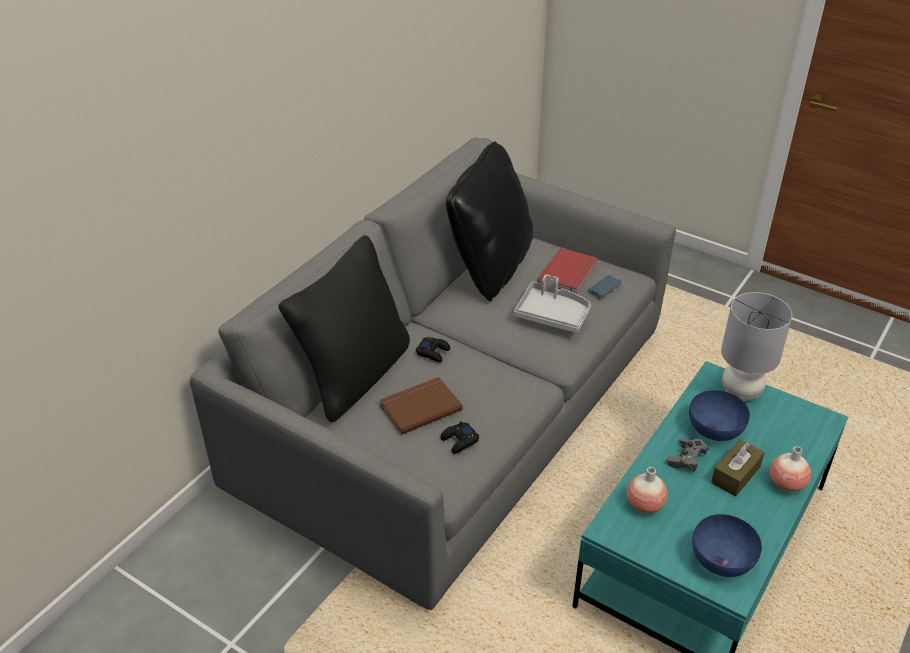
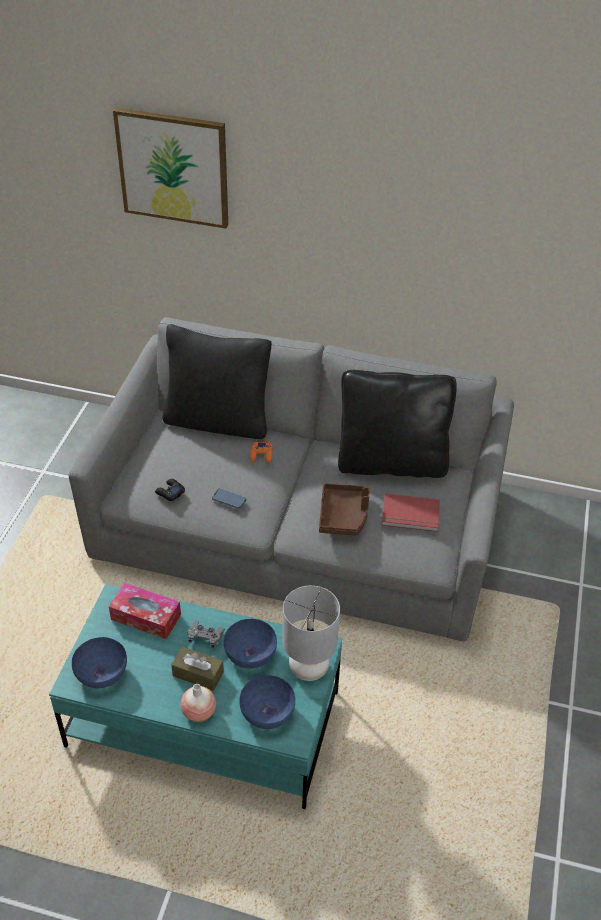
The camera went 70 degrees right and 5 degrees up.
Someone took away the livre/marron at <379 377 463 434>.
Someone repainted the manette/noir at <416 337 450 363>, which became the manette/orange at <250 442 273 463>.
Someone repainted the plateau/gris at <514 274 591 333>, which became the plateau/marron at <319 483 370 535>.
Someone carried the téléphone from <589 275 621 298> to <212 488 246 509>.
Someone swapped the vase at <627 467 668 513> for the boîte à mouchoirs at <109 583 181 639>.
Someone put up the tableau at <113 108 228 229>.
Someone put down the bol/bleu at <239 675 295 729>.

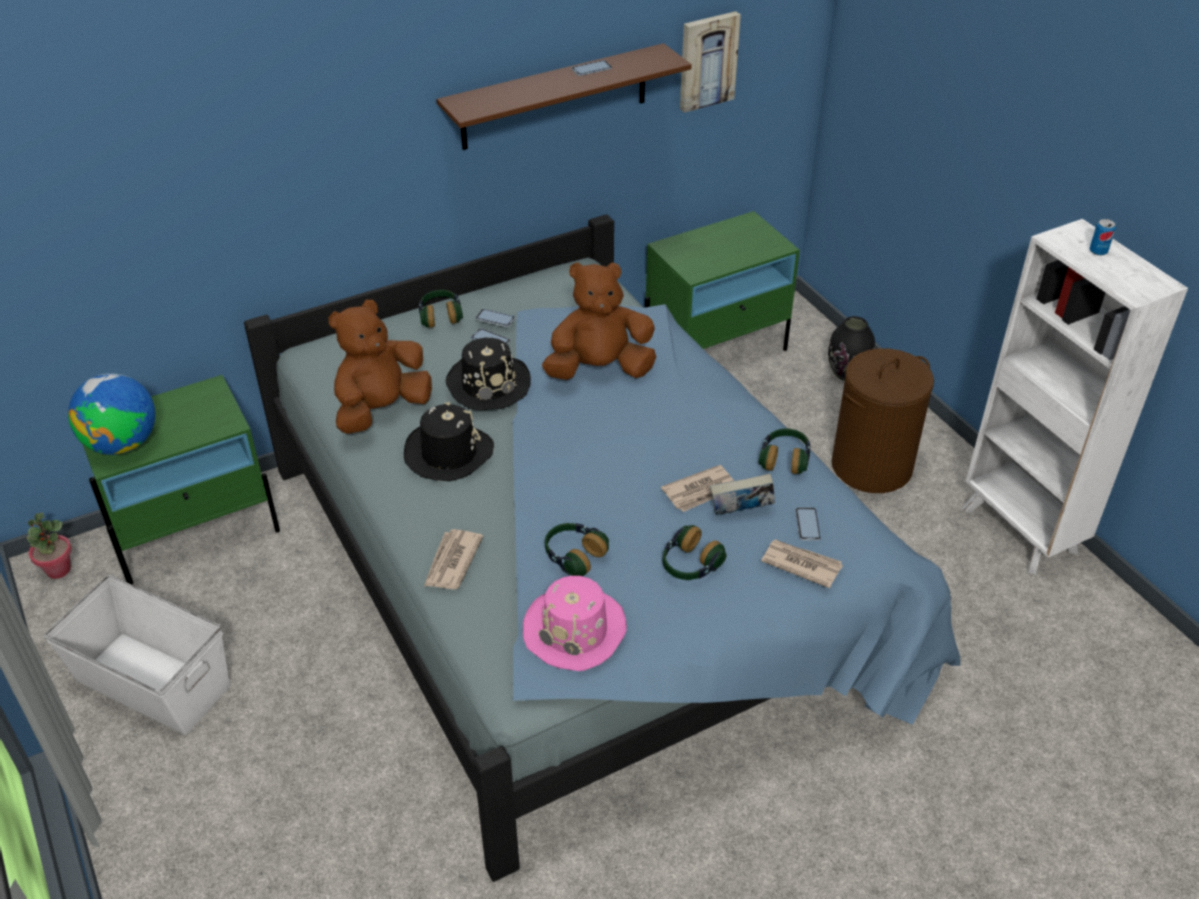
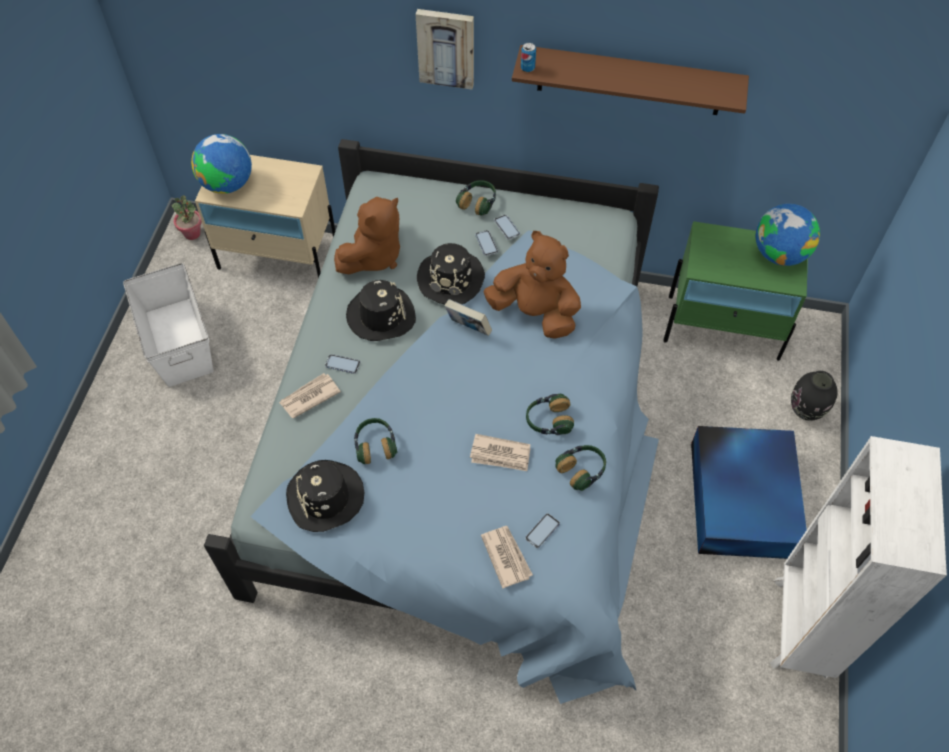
The camera went 40 degrees right and 15 degrees up.
Someone repainted the table de chevet/vert at <83 375 280 585>, which became the table de chevet/beige at <195 155 335 278>.
Someone rotated the peluche/marron at <329 300 432 434> by 135 degrees clockwise.
Someone repainted the chapeau/rose at <523 576 627 671>, which became the chapeau/noir at <286 460 365 532>.
Someone carried the téléphone from <572 60 612 76> to <325 354 360 374>.
Someone carried the casque audio from <662 525 727 580> to <526 394 574 435>.
Someone carried the tableau from <680 11 741 113> to <416 9 474 89>.
Someone carried the livre from <710 473 775 515> to <445 299 492 336>.
Someone swapped the panier à linge/marron at <831 348 934 493> for the boîte de rangement/bleu at <691 426 807 559>.
Someone carried the boîte métallique from <1090 219 1116 256> to <521 43 536 72>.
Someone put down the globe at <756 204 820 266>.

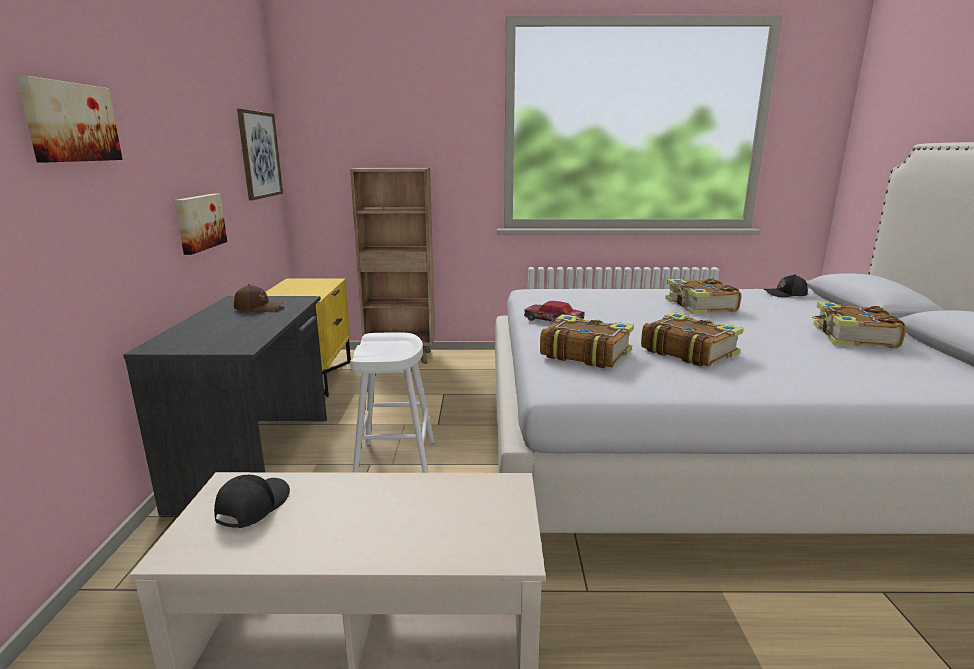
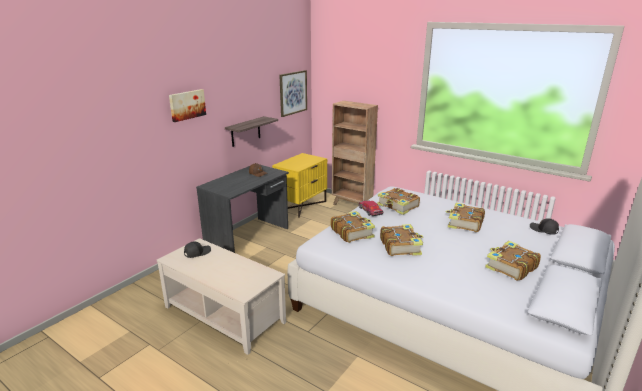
The camera went 35 degrees right and 5 degrees up.
Someone swapped the tableau at <175 194 227 255> for the étagère at <225 116 278 147>.
Someone took away the tabouret/blanc at <350 332 435 473>.
Someone put down the livre at <377 188 420 215>.

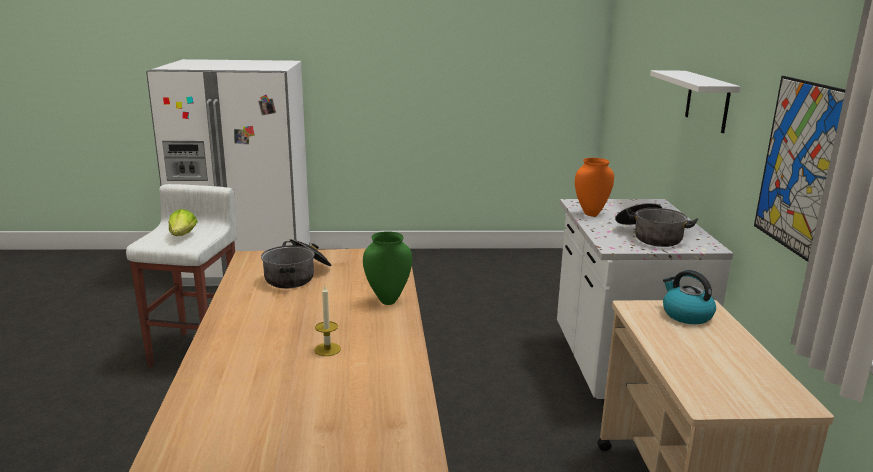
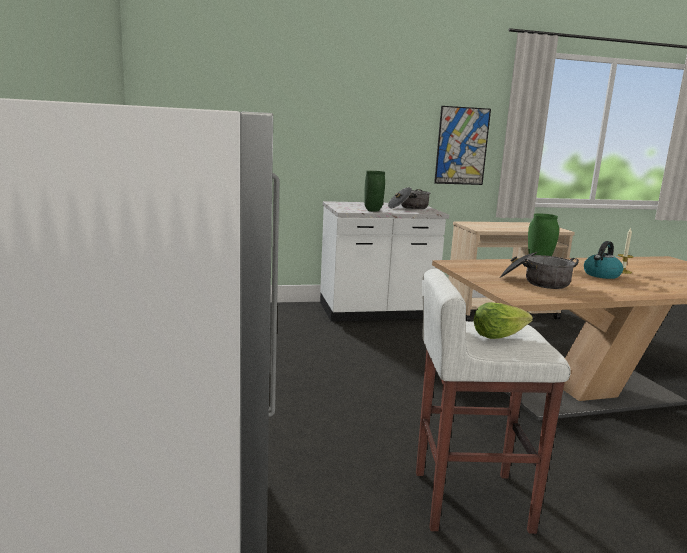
The camera went 100 degrees left and 5 degrees down.
Someone repainted the vase/orange at <575 158 614 216>, which became the vase/vert at <364 171 385 212>.
Someone took away the étagère/blanc at <650 70 741 133>.
Someone carried the bouilloire from <663 270 716 324> to <584 241 623 279>.

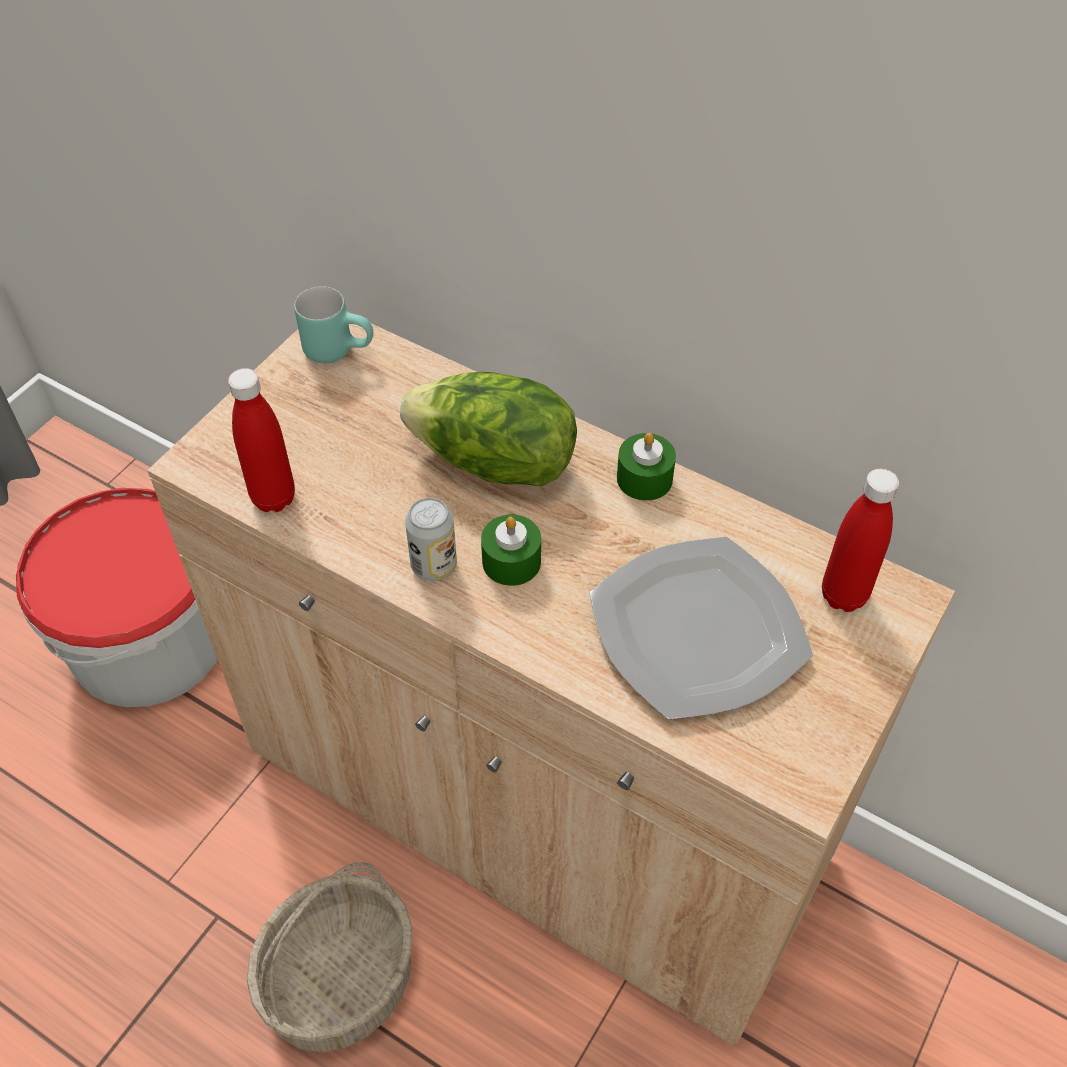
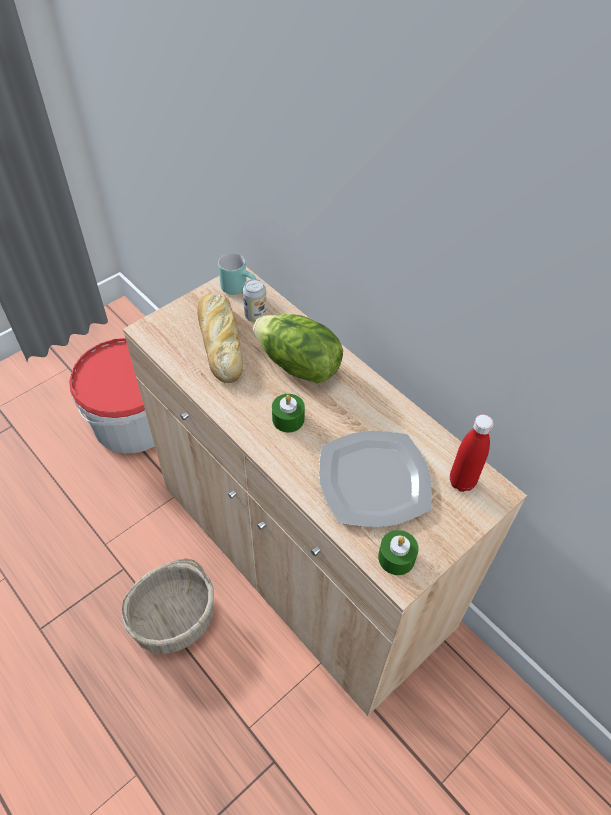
The camera went 15 degrees right and 0 degrees up.
Someone took away the bouteille/rouge at <228 368 295 512>.
Someone carried the boîte métallique from <405 497 457 581> to <243 279 267 322>.
Someone carried the bougie/vert from <617 433 676 501> to <378 530 419 575>.
Someone put down the pain at <198 293 243 383>.

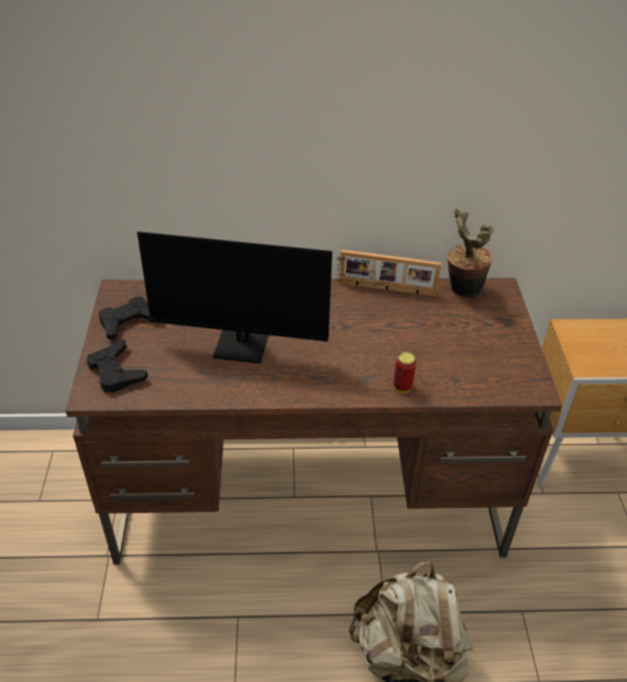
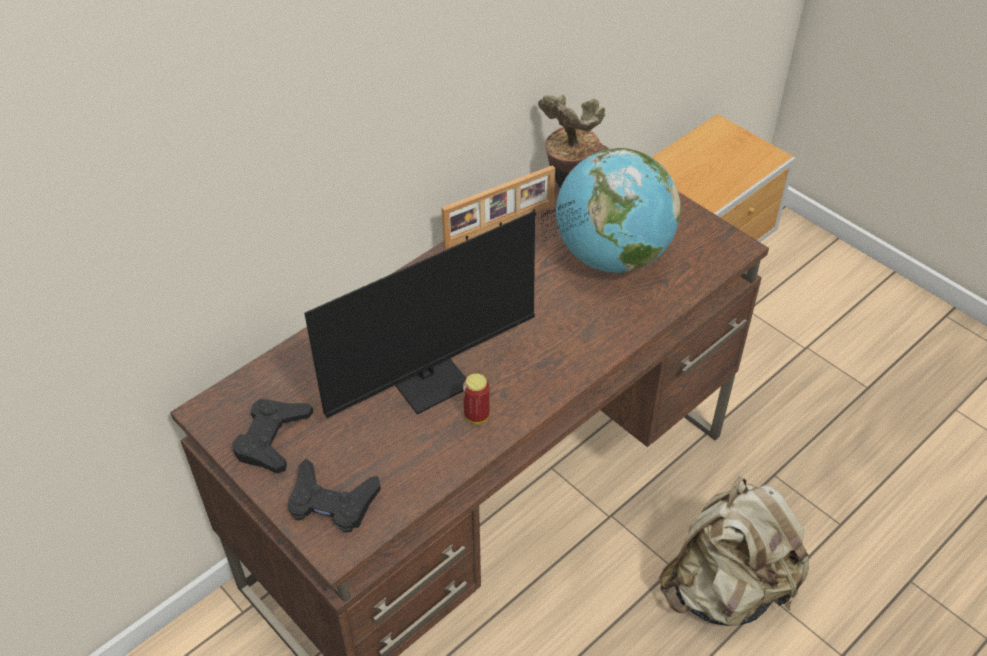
The camera went 40 degrees left and 5 degrees up.
Someone carried the boîte métallique from <394 352 416 393> to <463 373 490 424>.
Someone put down the globe at <556 148 681 273>.

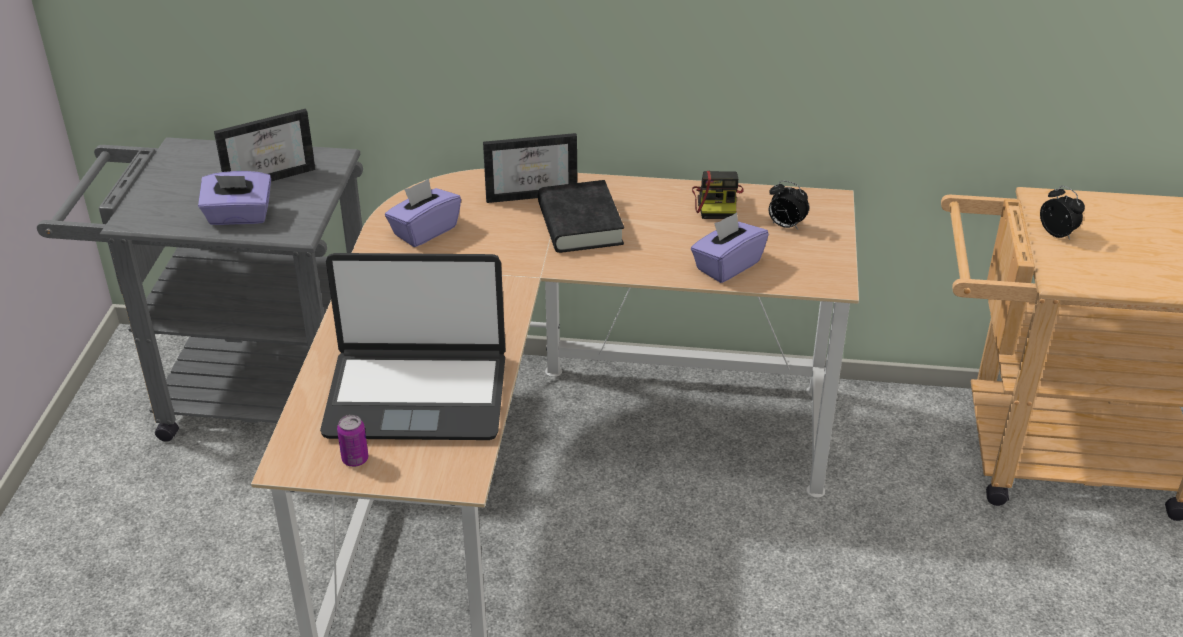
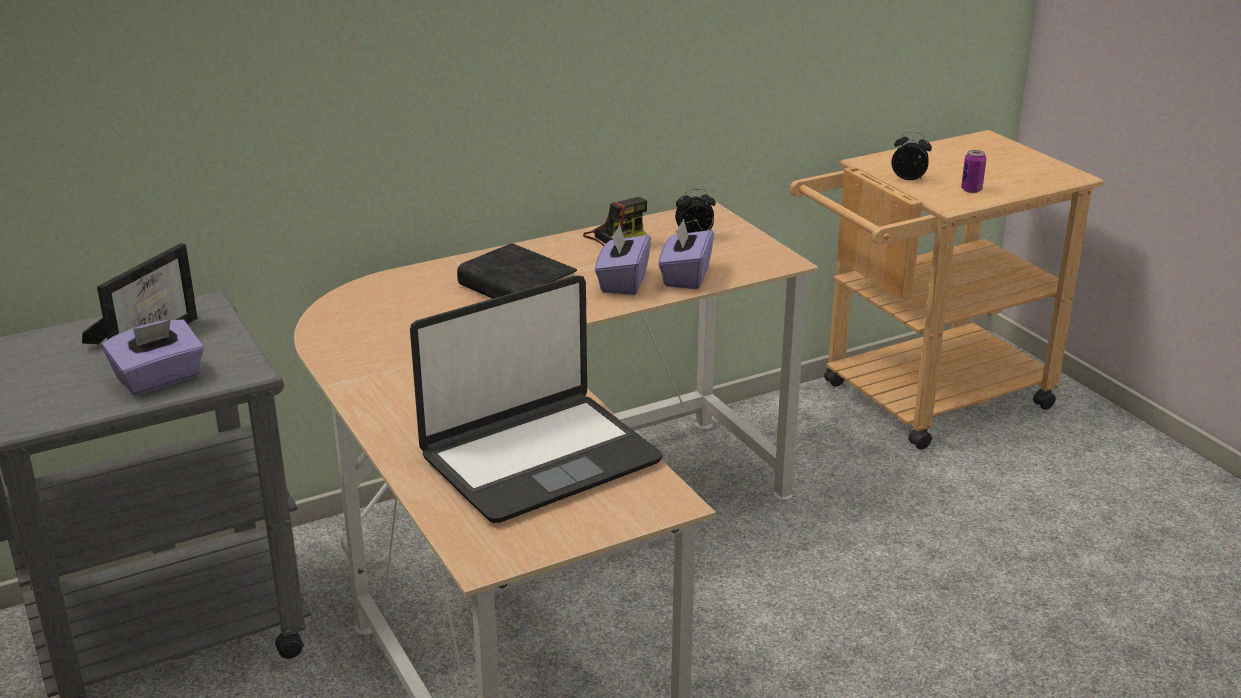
The camera went 35 degrees left and 10 degrees down.
Someone carried the boîte métallique from <337 415 368 467> to <961 150 986 193>.
Someone carried the boîte à mouchoirs/violet from <385 179 461 247> to <595 225 651 295>.
Someone took away the cadre photo at <483 133 577 203>.

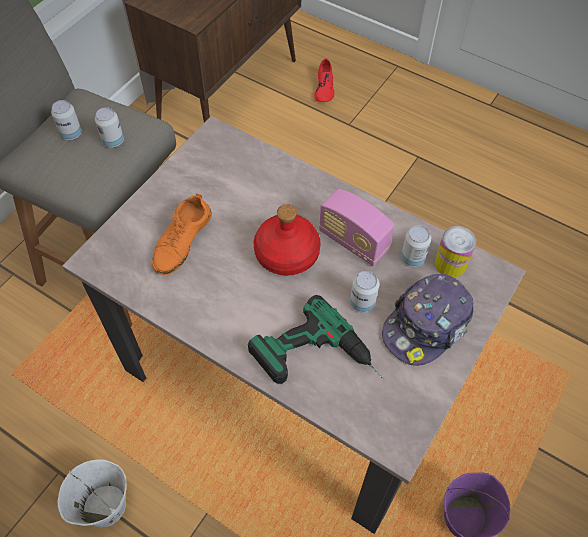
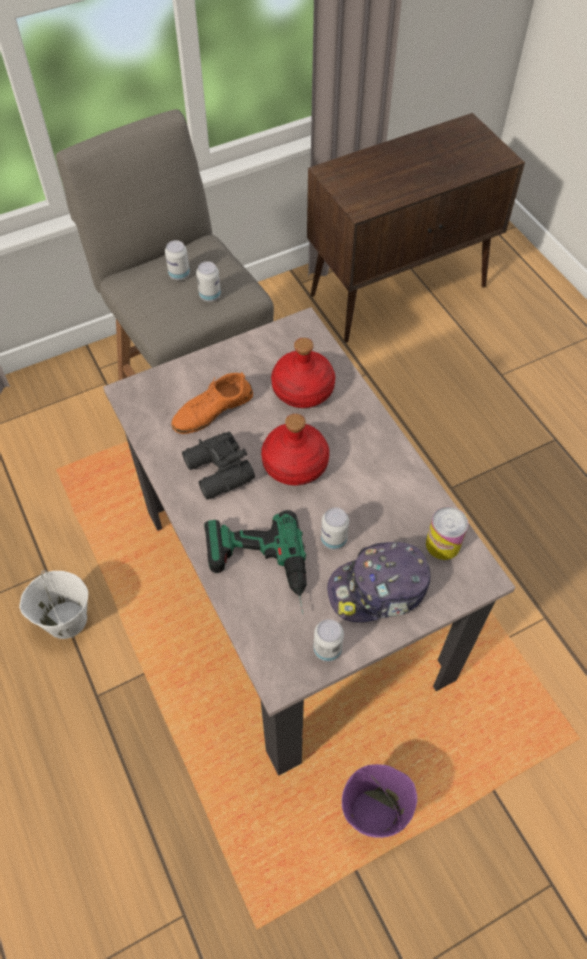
The camera went 30 degrees right and 0 degrees up.
Someone took away the chaussure/rouge at <314 58 334 102>.
Someone took away the radio at <319 189 395 266>.
Someone carried the boîte métallique from <401 225 431 267> to <313 619 344 662>.
Someone put down the jumelles/noir at <182 432 255 500>.
Someone put down the bouteille/rouge at <271 338 335 408>.

